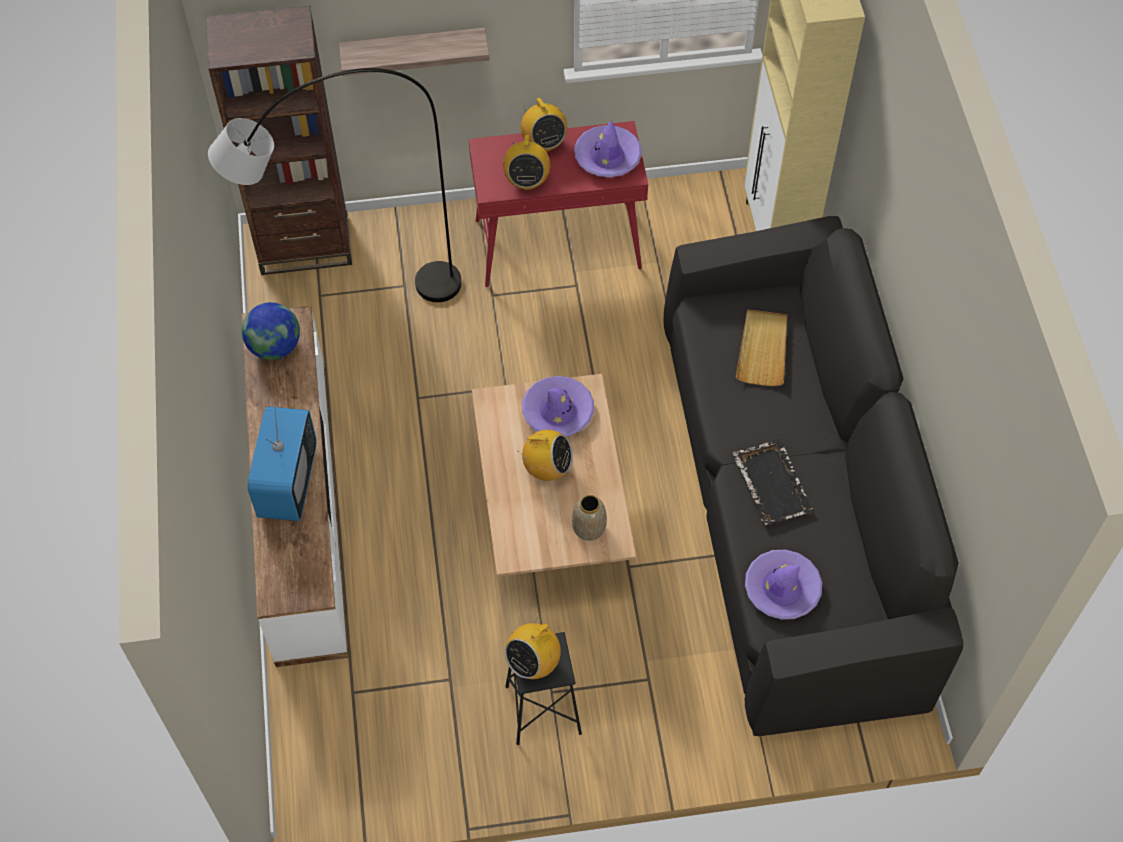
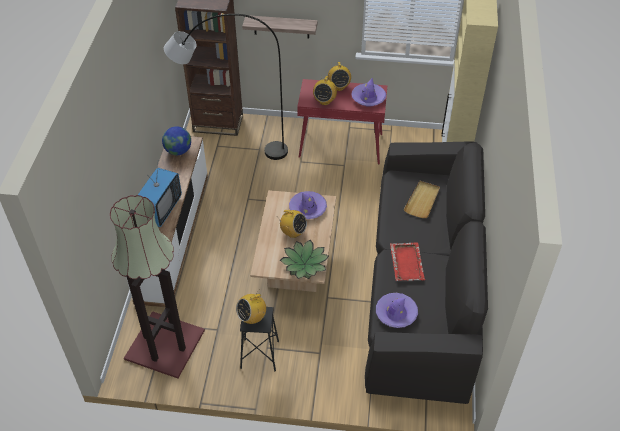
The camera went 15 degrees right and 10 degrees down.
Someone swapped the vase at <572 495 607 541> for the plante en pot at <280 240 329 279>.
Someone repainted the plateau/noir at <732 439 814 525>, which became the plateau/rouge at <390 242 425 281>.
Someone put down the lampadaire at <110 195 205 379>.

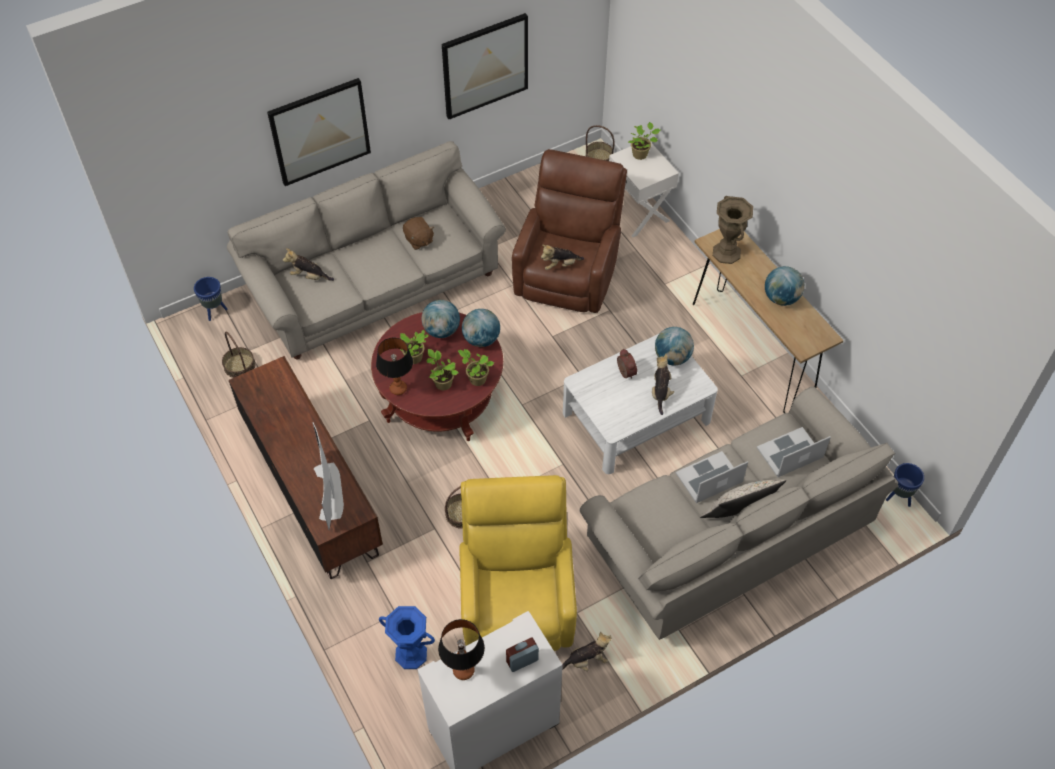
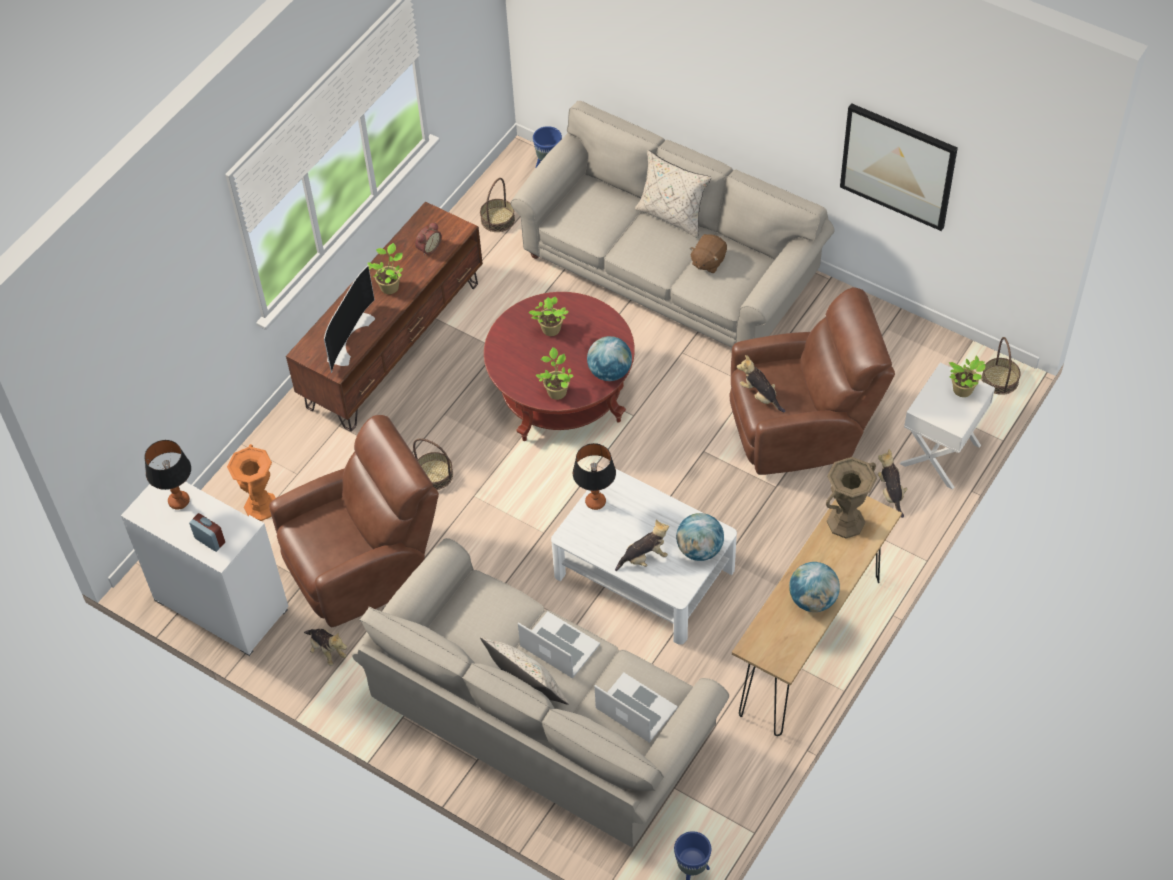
The camera went 65 degrees right and 0 degrees up.
Someone took away the tableau at <267 78 371 186>.
Someone carried the peluche from <283 248 334 281> to <878 449 908 518>.
Someone rotated the téléviseur at <312 422 344 530> by 150 degrees clockwise.
Someone carried the lampe de table from <376 337 413 395> to <573 443 616 510>.
Someone repainted the vase/bleu at <379 606 435 669>, which became the vase/orange at <227 444 276 521>.
Someone took away the globe at <422 300 460 338>.
Someone carried the plante en pot from <427 349 458 390> to <368 243 403 294>.
Someone repainted the fauteuil/jaune at <459 475 577 651>, which became the fauteuil/marron at <269 415 439 627>.
Someone carried the réveil from <617 349 637 379> to <415 222 442 256>.
Someone put down the coussin/beige at <635 150 711 238>.

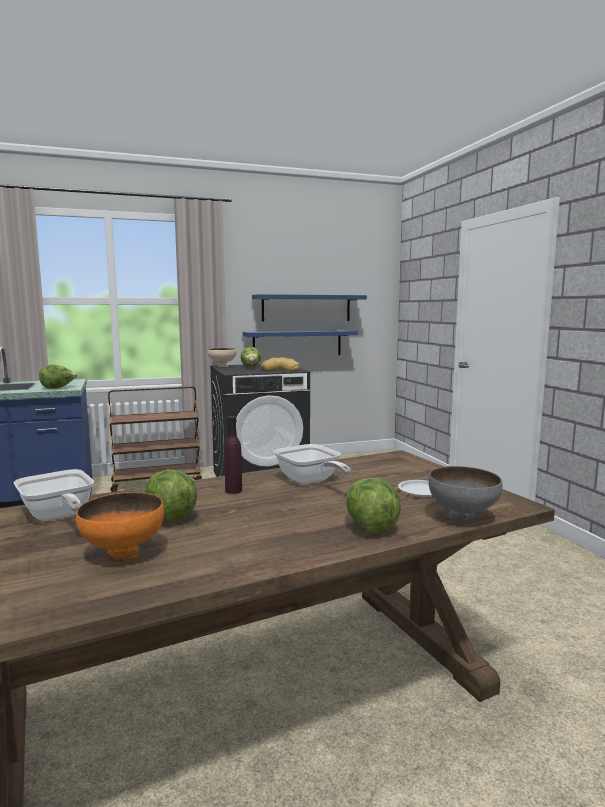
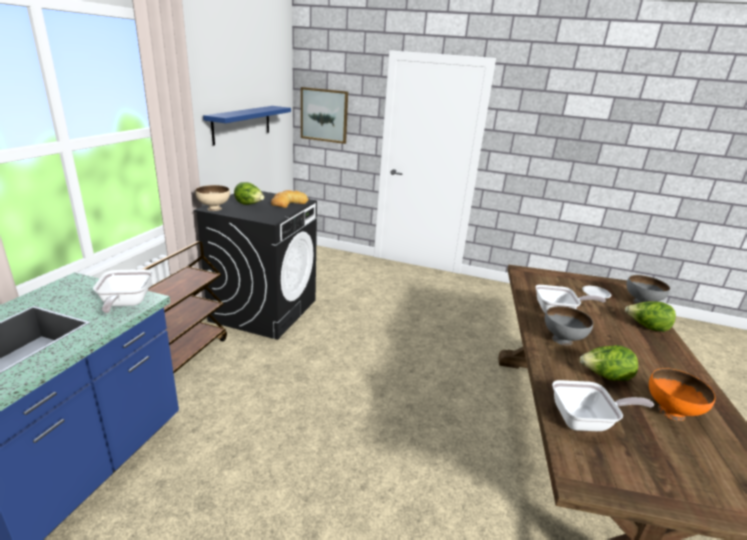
The camera went 55 degrees left and 15 degrees up.
Someone swapped the laitue at <39 365 77 389> for the poêle at <93 269 153 313>.
Someone swapped the bouteille/violet at <224 416 242 494> for the bol/gris at <545 306 593 345>.
Someone took away the étagère/bleu at <243 330 357 355>.
Someone put up the tableau at <301 87 348 144>.

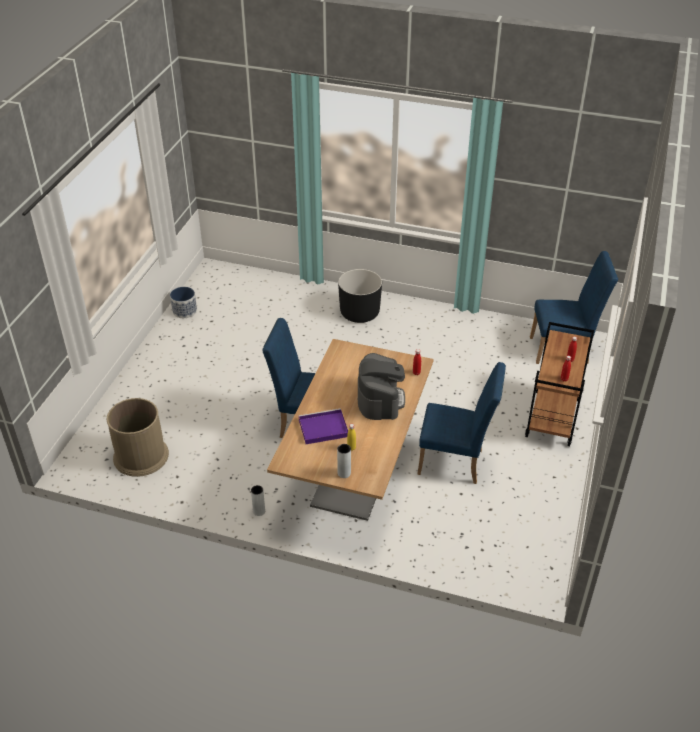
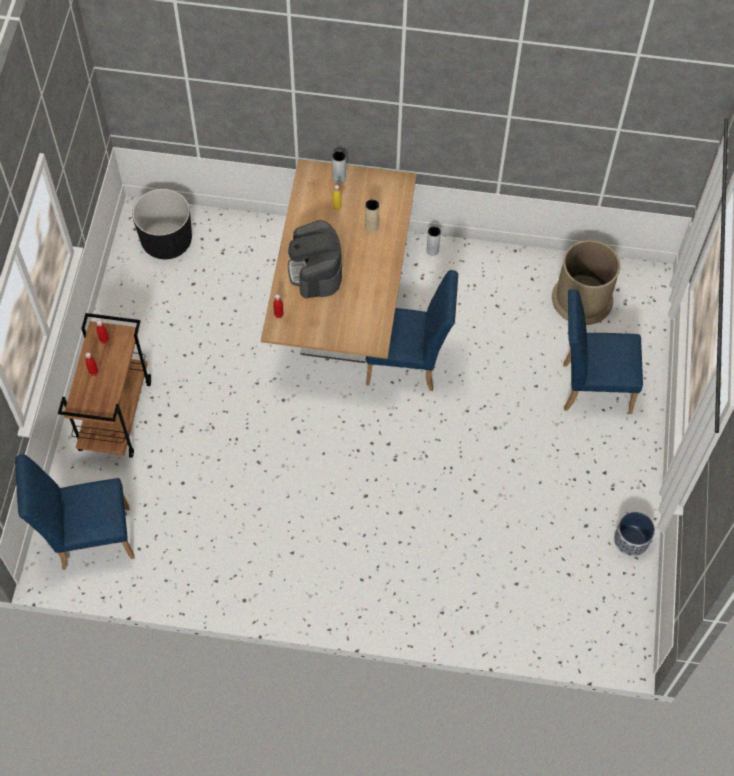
The camera went 170 degrees right and 20 degrees up.
Someone swapped the plateau/violet at <299 408 348 444> for the vase/beige at <365 199 379 232>.
Someone carried the cache-pot/noir from <338 269 382 323> to <132 189 192 259>.
Someone carried the chaise/bleu from <417 362 506 484> to <564 289 643 414>.

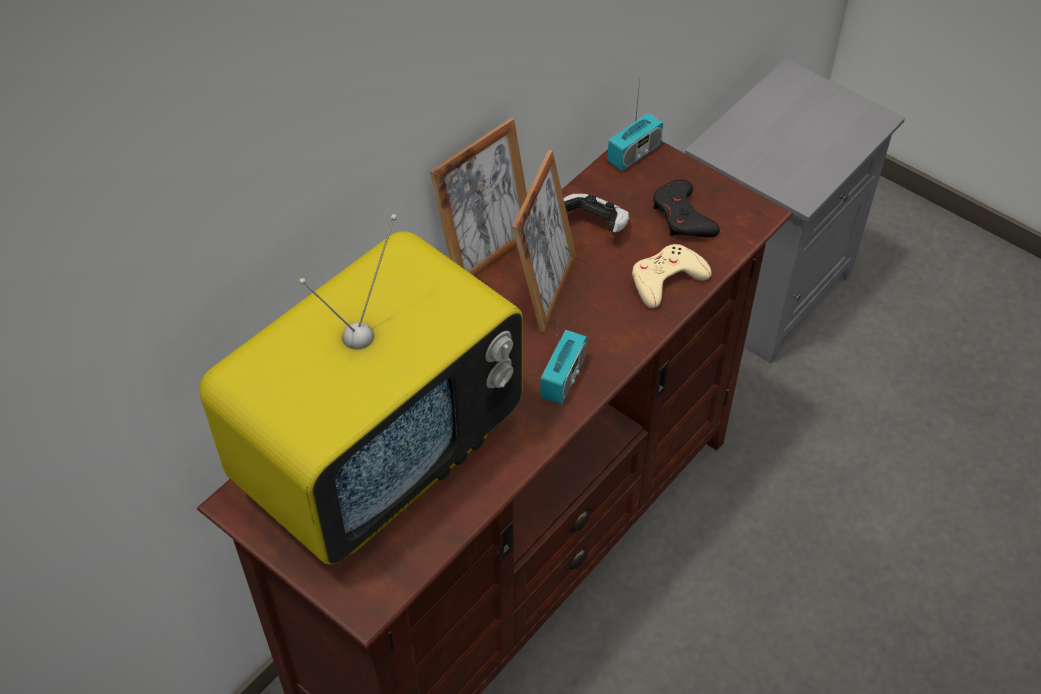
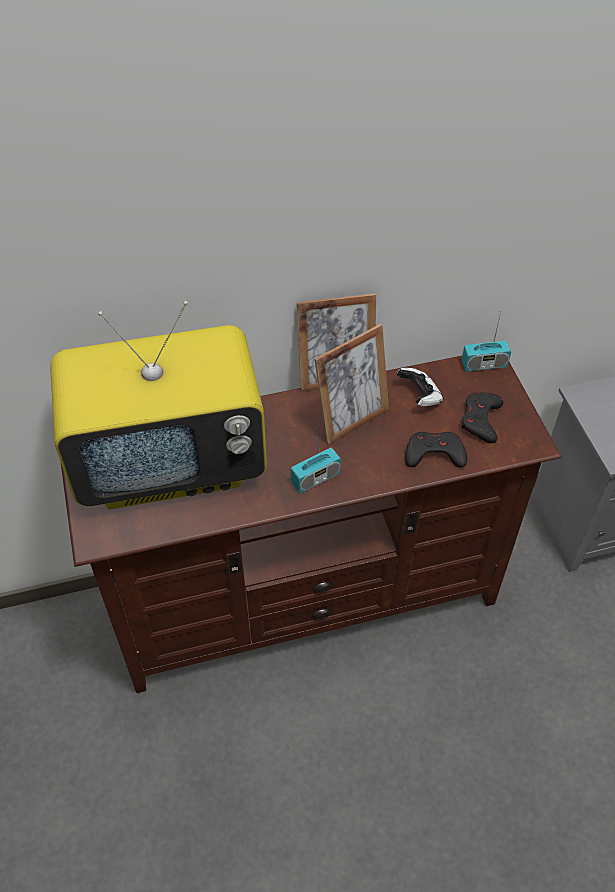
The camera went 35 degrees right and 0 degrees up.
Someone repainted the manette/beige at <632 244 712 308>, which became the manette/noir at <405 432 467 468>.

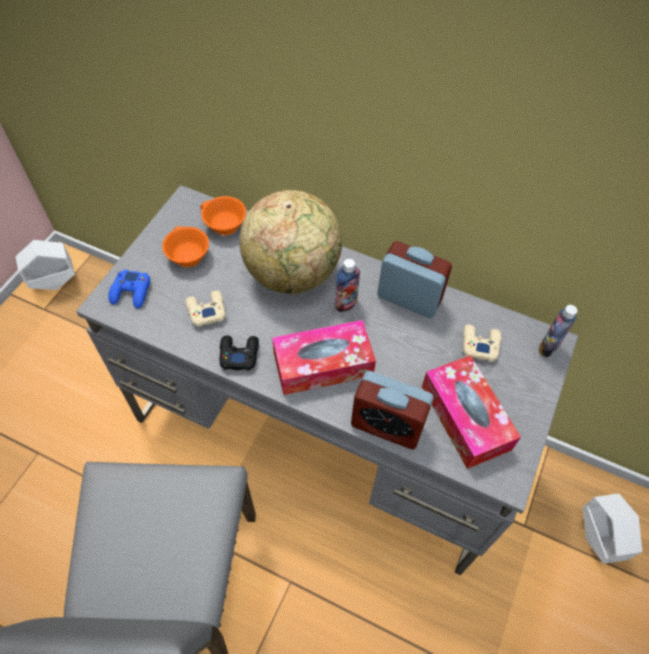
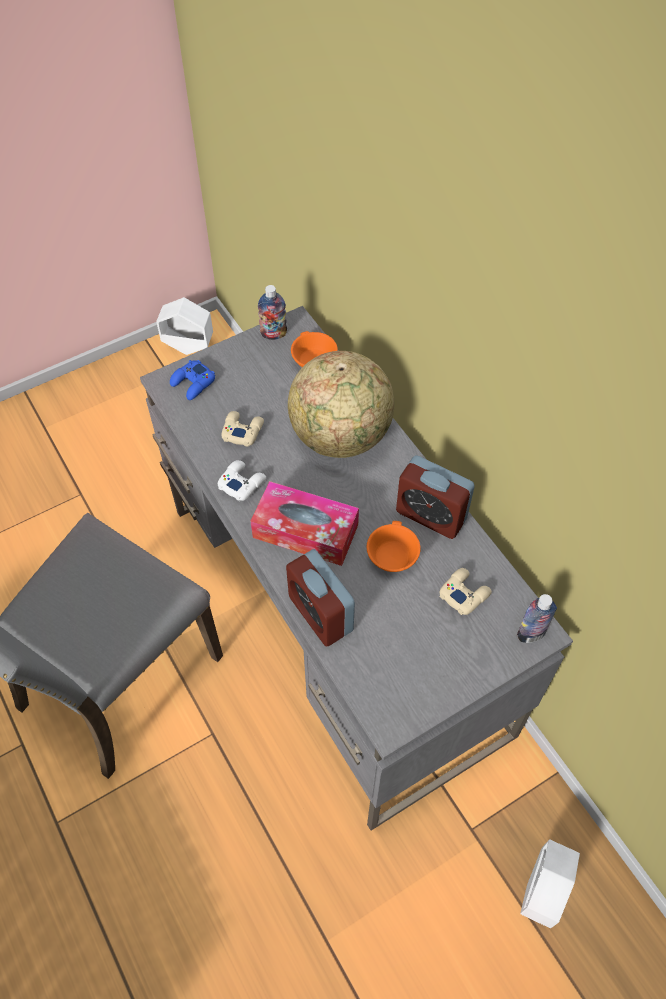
The camera went 35 degrees right and 0 degrees up.
Someone carried the tasse/orange from <162 226 209 267> to <367 521 420 572>.
Someone repainted the manette/noir at <219 335 259 370>, which became the manette/blanc at <218 460 266 501>.
Someone carried the bouteille from <335 259 360 312> to <258 285 287 340>.
Someone rotated the réveil at <377 241 452 318> by 150 degrees clockwise.
Someone took away the boîte à mouchoirs at <422 355 521 469>.

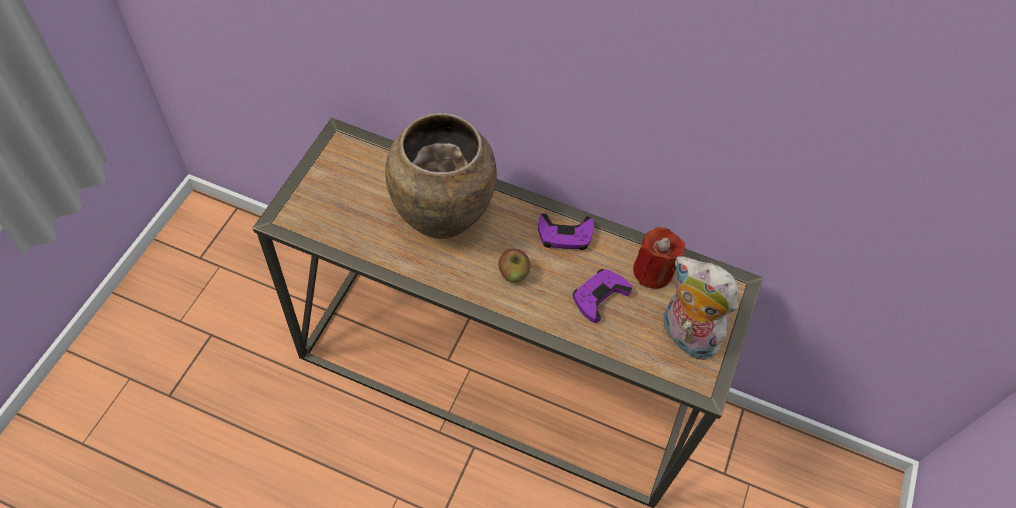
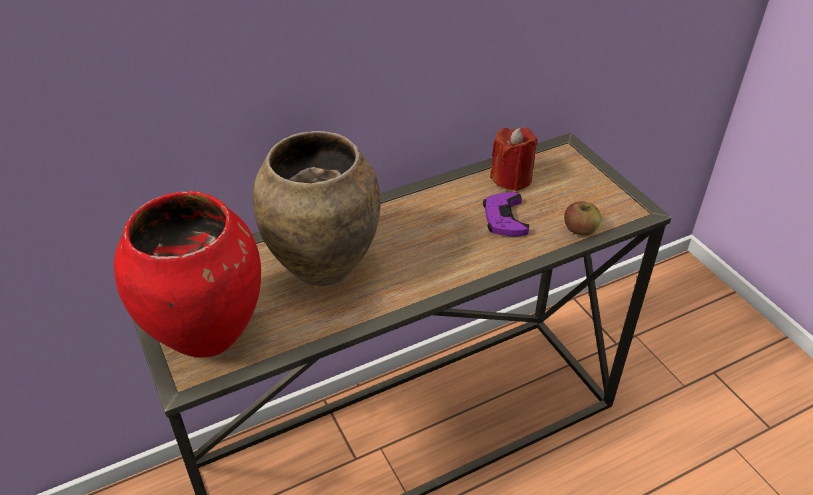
The camera went 45 degrees left and 15 degrees down.
Someone carried the pomme from <499 249 530 283> to <564 201 601 236>.
Someone took away the manette/violet at <538 213 594 250>.
Someone took away the peluche at <663 256 739 360>.
Someone put down the vase/rouge at <114 191 261 358>.

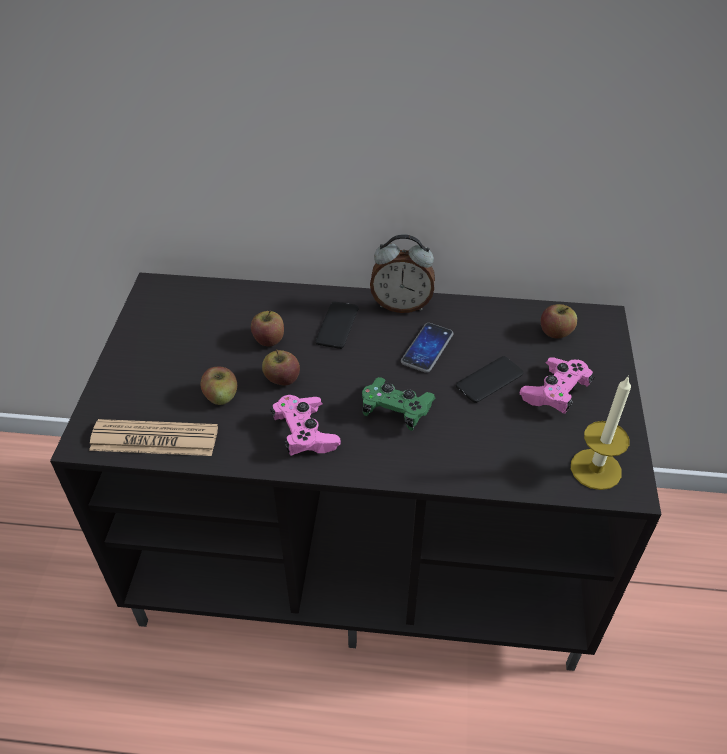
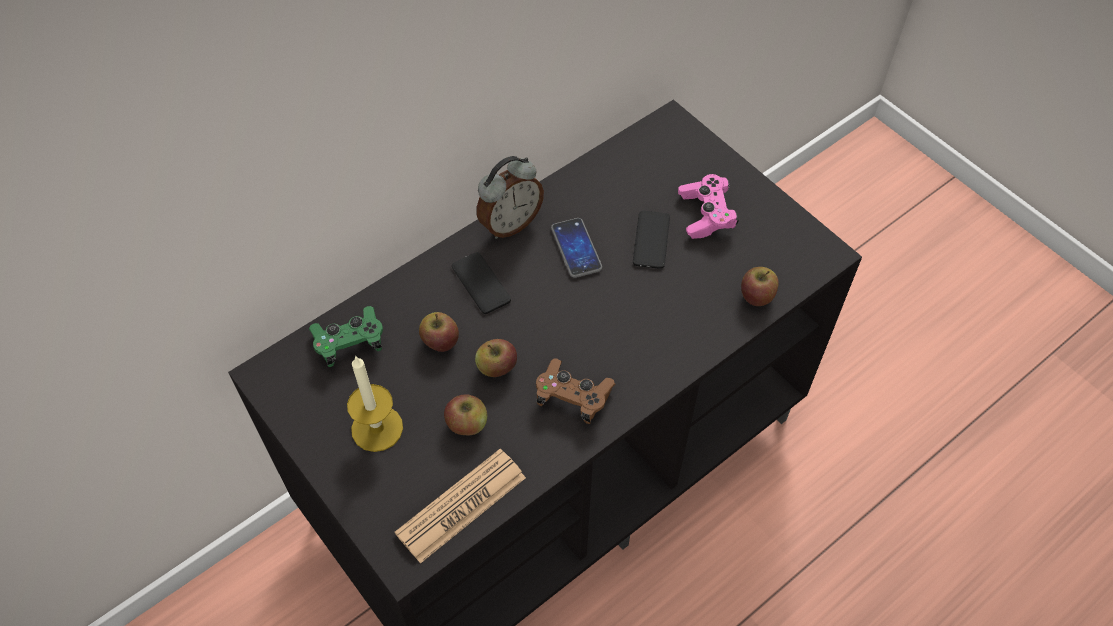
The camera went 45 degrees left and 10 degrees up.
Someone repainted the manette/rose at <270 395 341 456>, which became the manette/marron at <536 358 616 424>.
Someone carried the manette/vert from <362 377 436 431> to <309 306 383 367>.
Someone carried the pomme from <541 304 577 338> to <741 267 779 306>.
Someone carried the bougie from <571 375 631 490> to <347 356 403 452>.

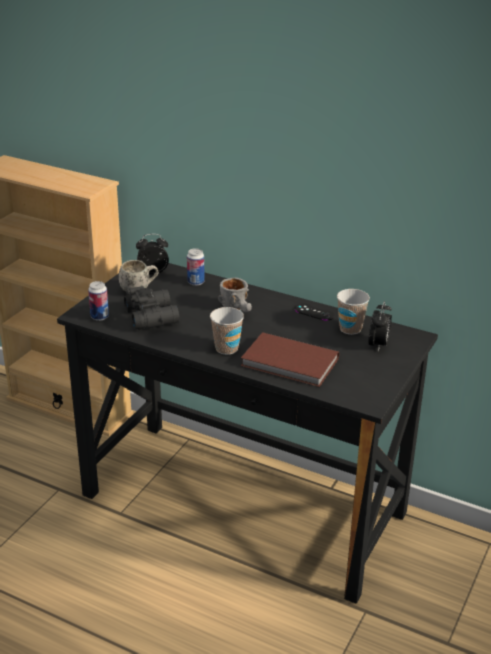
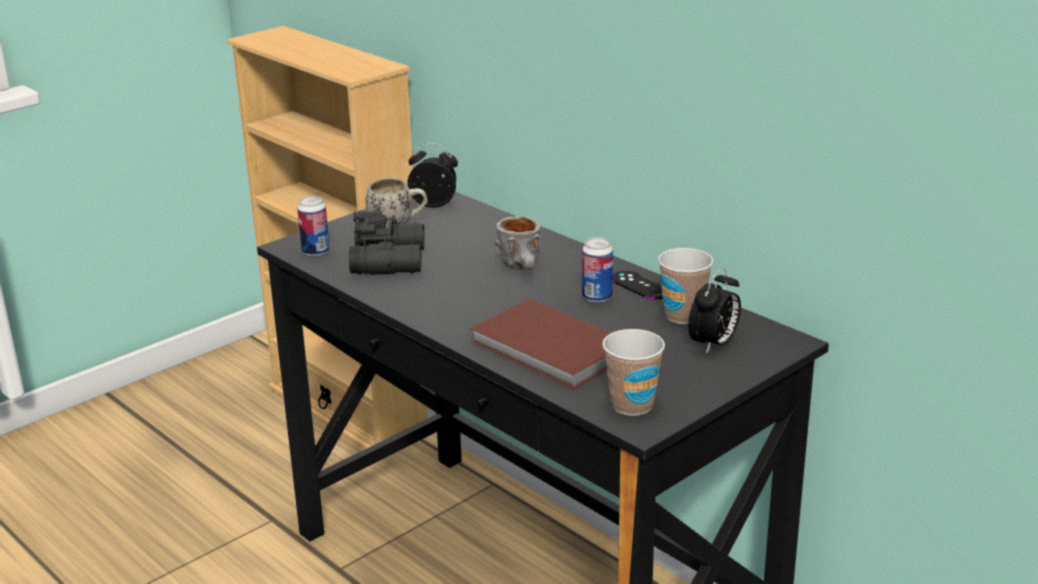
The camera went 20 degrees right and 5 degrees down.
Someone carried the boîte métallique from <187 248 205 286> to <582 237 613 303>.
Someone carried the tasse from <210 307 244 355> to <602 329 665 416>.

